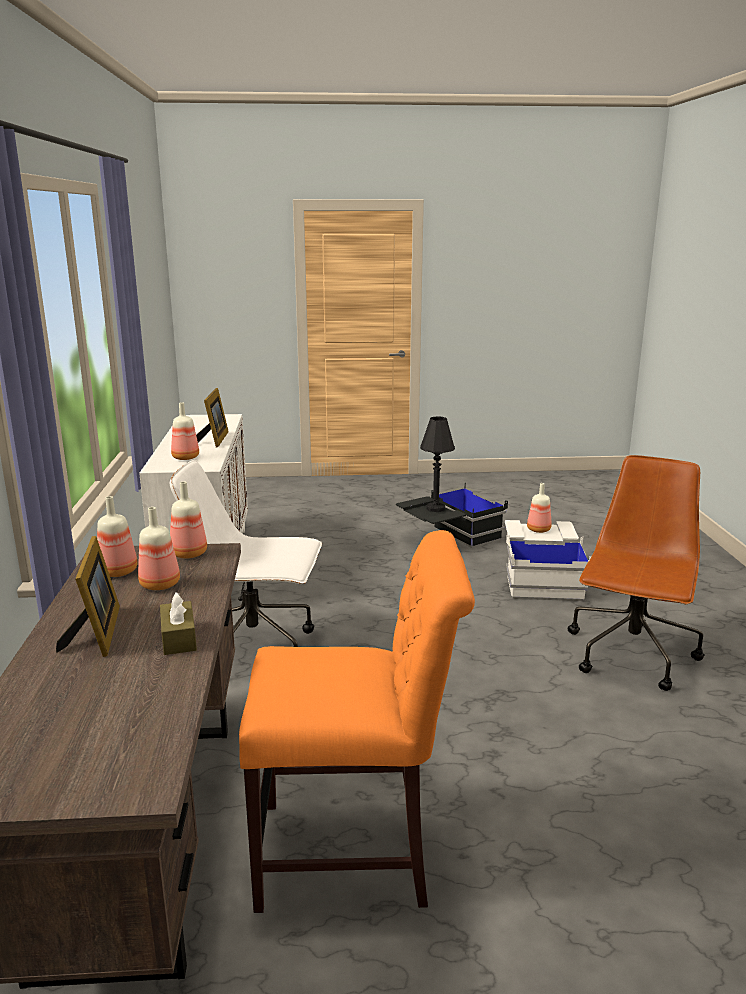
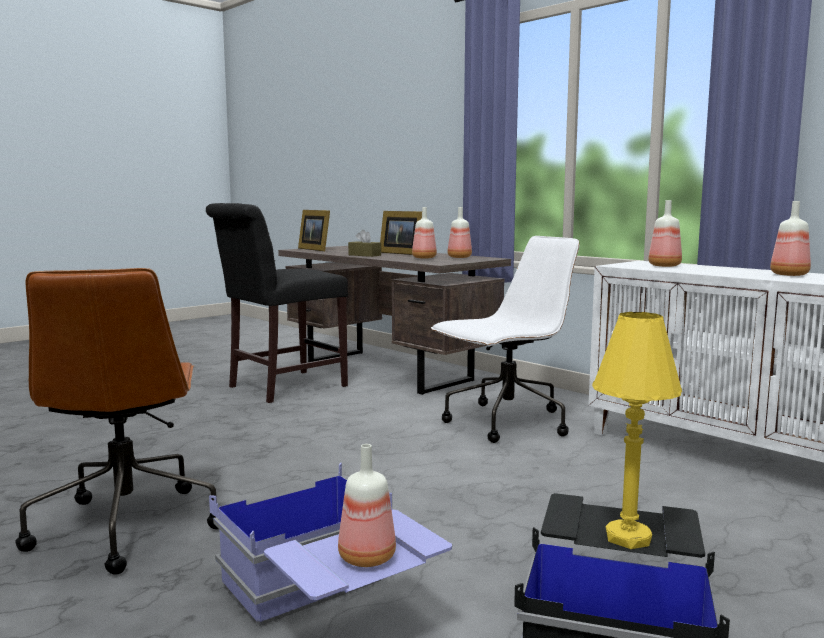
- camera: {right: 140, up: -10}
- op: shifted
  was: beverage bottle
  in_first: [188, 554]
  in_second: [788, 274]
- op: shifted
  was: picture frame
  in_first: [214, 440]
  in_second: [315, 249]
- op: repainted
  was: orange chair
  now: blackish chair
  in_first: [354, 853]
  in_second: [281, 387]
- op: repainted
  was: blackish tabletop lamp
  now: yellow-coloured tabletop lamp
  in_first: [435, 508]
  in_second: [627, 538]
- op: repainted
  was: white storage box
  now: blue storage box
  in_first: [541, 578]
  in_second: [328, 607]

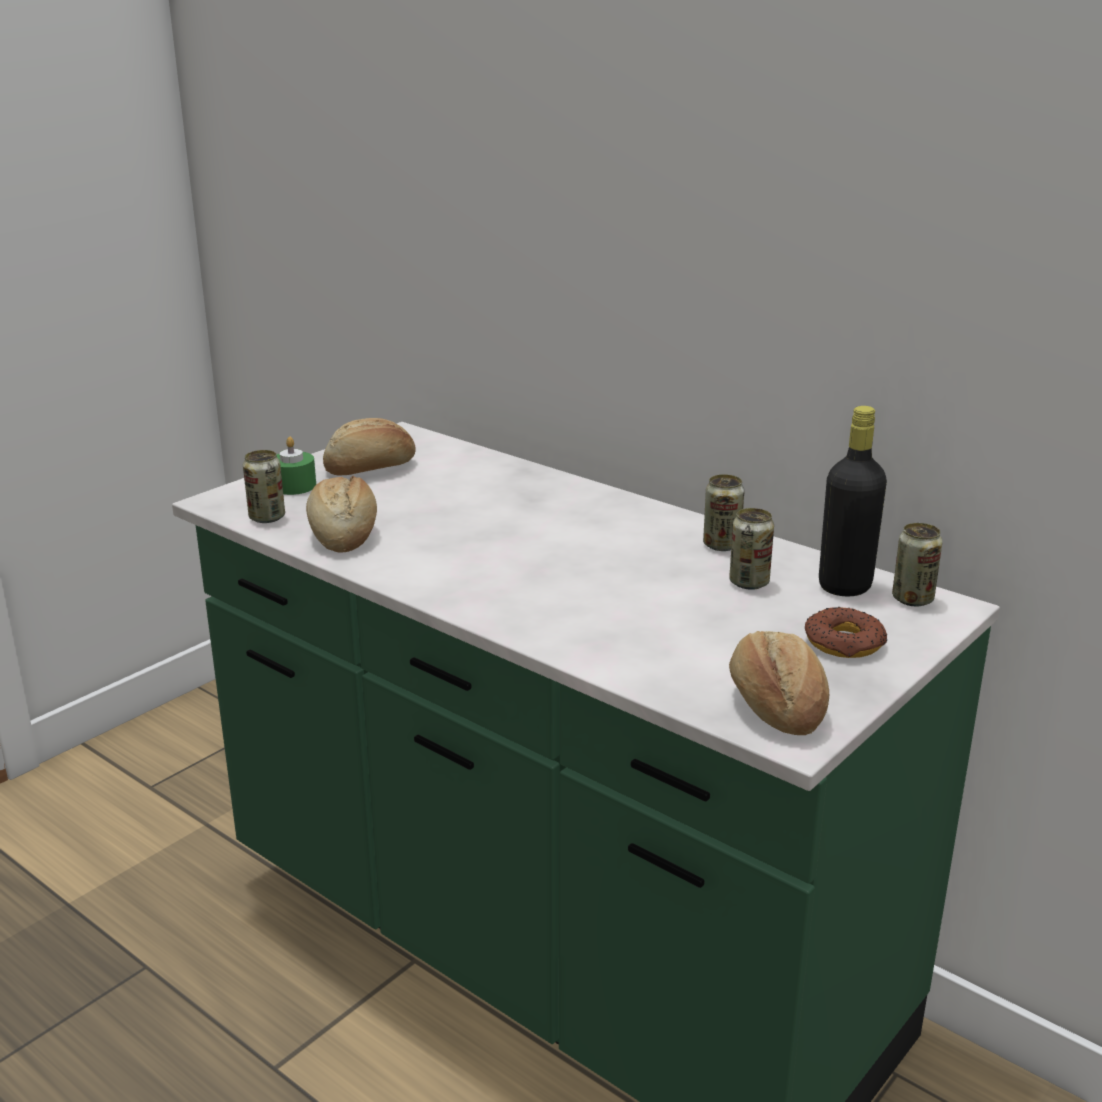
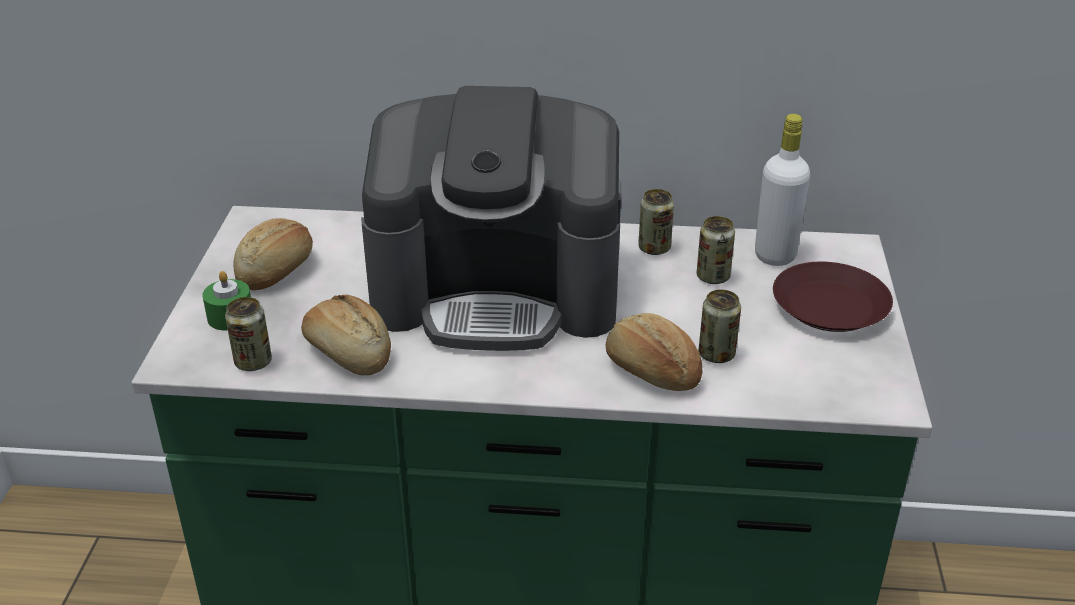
- camera: {right: -35, up: 10}
- op: shifted
  was: bakery bread
  in_first: [775, 707]
  in_second: [651, 372]
- op: swapped
  was: donut
  now: brownish flat dish
  in_first: [844, 642]
  in_second: [830, 306]
- op: repainted
  was: blackish beverage bottle
  now: white beverage bottle
  in_first: [844, 586]
  in_second: [775, 255]
- op: shifted
  was: metal can
  in_first: [912, 599]
  in_second: [716, 354]
- op: new
  now: coffee maker
  in_second: [498, 290]

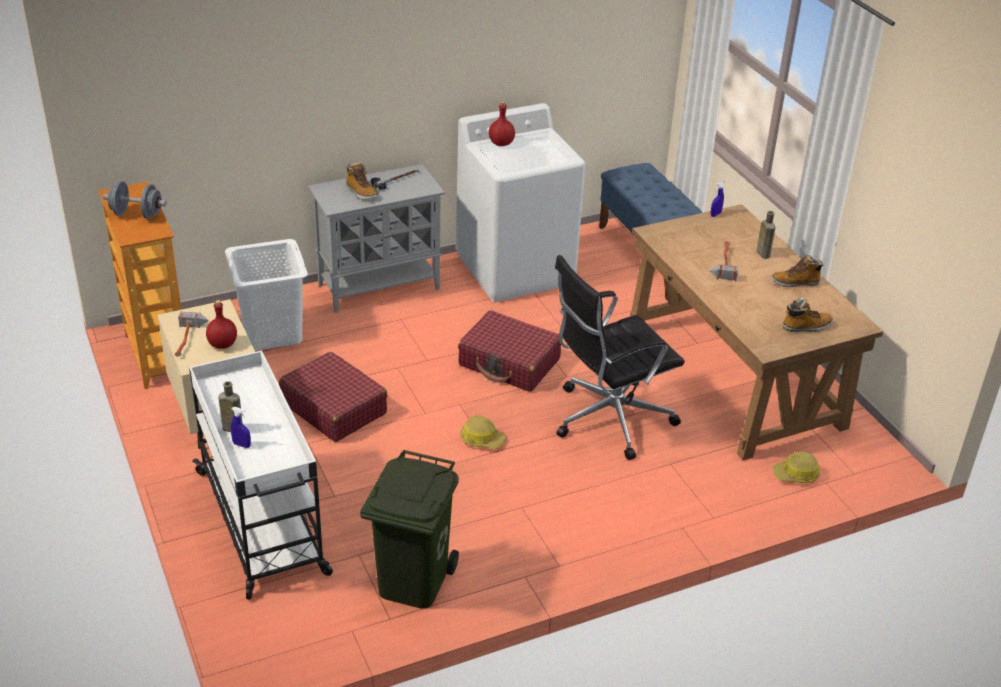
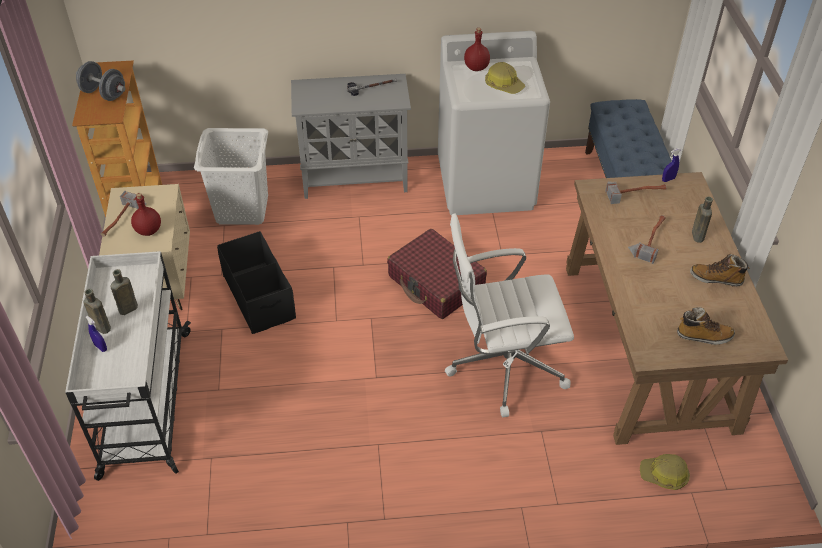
- camera: {right: 20, up: 10}
- op: swapped
  was: reddish travel case
  now: blackish storage box
  in_first: [333, 408]
  in_second: [259, 297]
- op: gone
  was: high-top boot
  in_first: [361, 192]
- op: gone
  was: green trash can
  in_first: [411, 581]
- op: shifted
  was: hard hat
  in_first: [482, 439]
  in_second: [503, 85]
- op: repainted
  was: blackish computer chair
  now: white computer chair
  in_first: [608, 418]
  in_second: [503, 365]
- op: new
  now: brownish beverage bottle
  in_second: [127, 309]
- op: new
  now: tool hammer
  in_second: [635, 192]

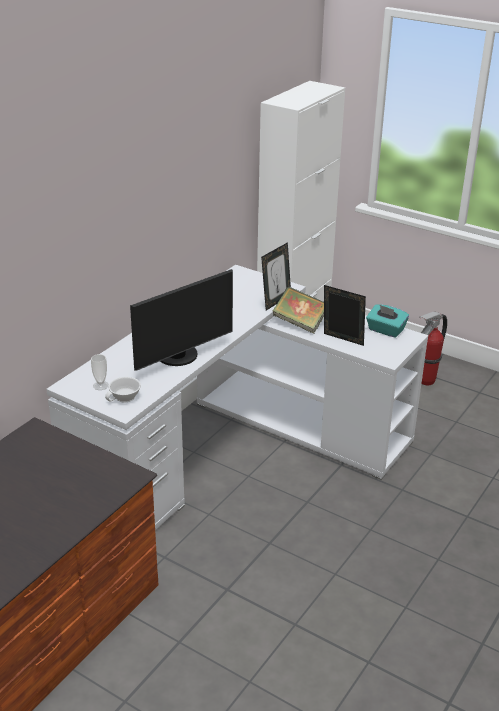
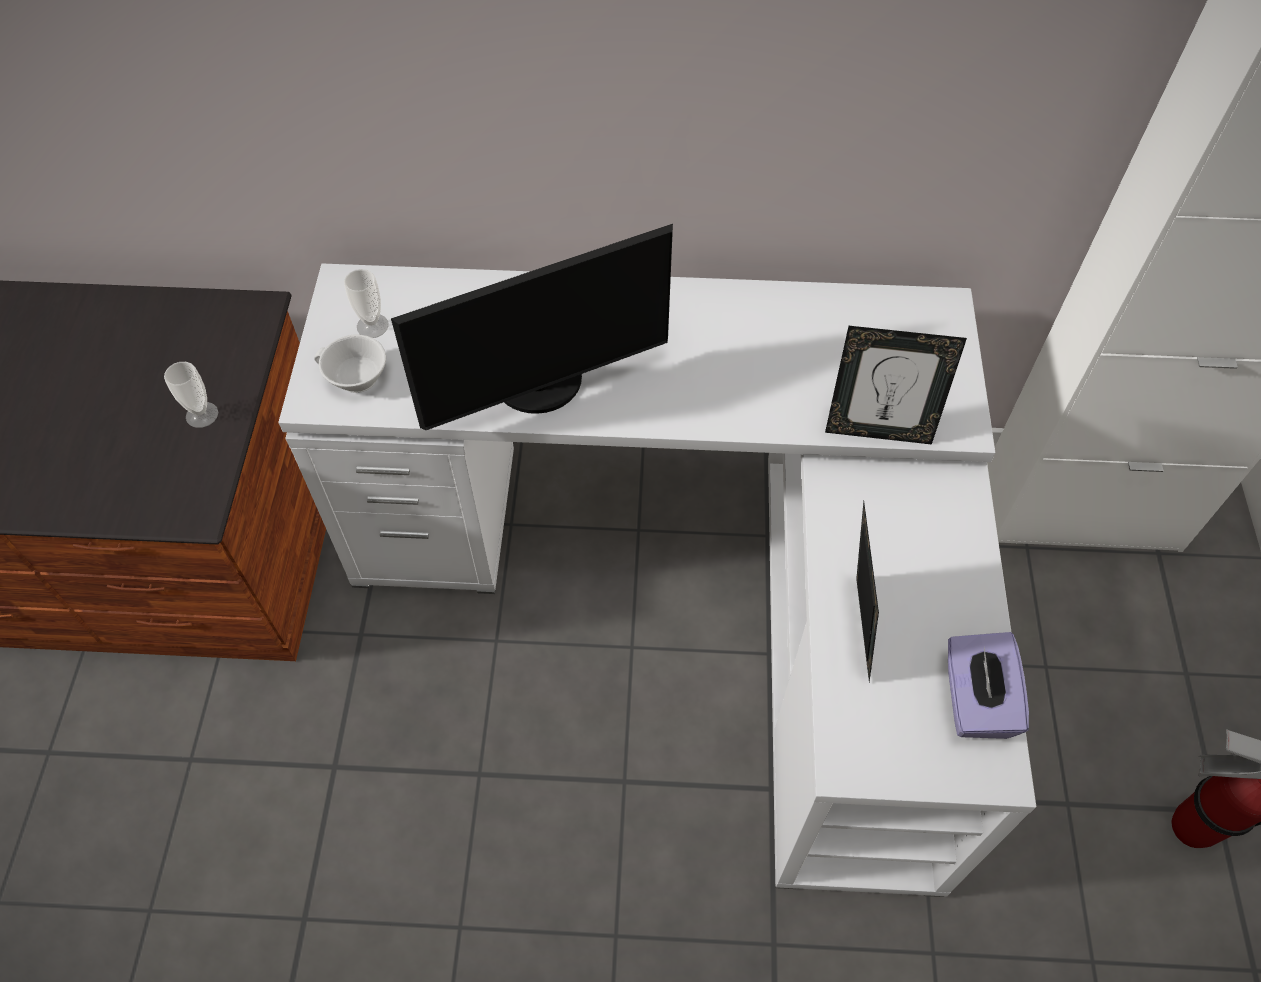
- camera: {right: 60, up: 25}
- op: rotated
  was: monitor
  in_first: [180, 357]
  in_second: [542, 385]
  clockwise: -45
- op: gone
  was: volume
  in_first: [300, 323]
- op: repainted
  was: turquoise-coloured tissue box
  now: purple tissue box
  in_first: [385, 330]
  in_second: [974, 700]
- op: new
  now: small cup
  in_second: [202, 415]

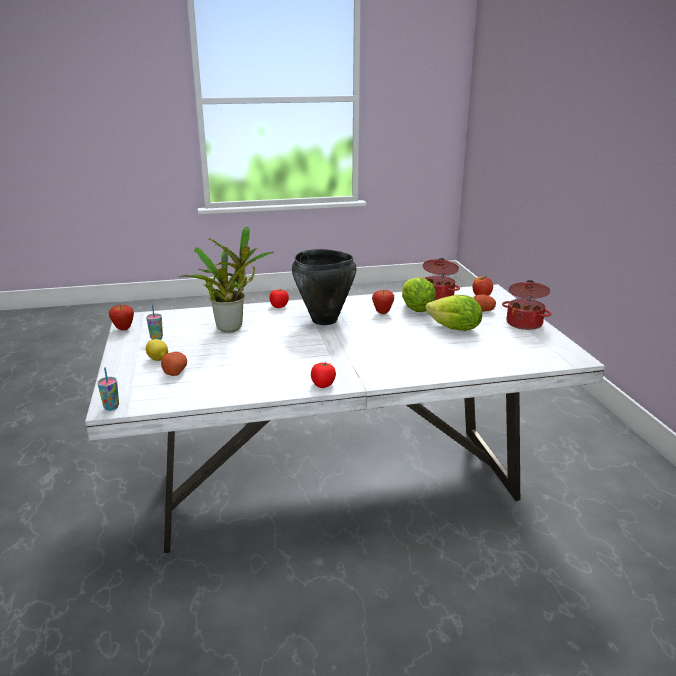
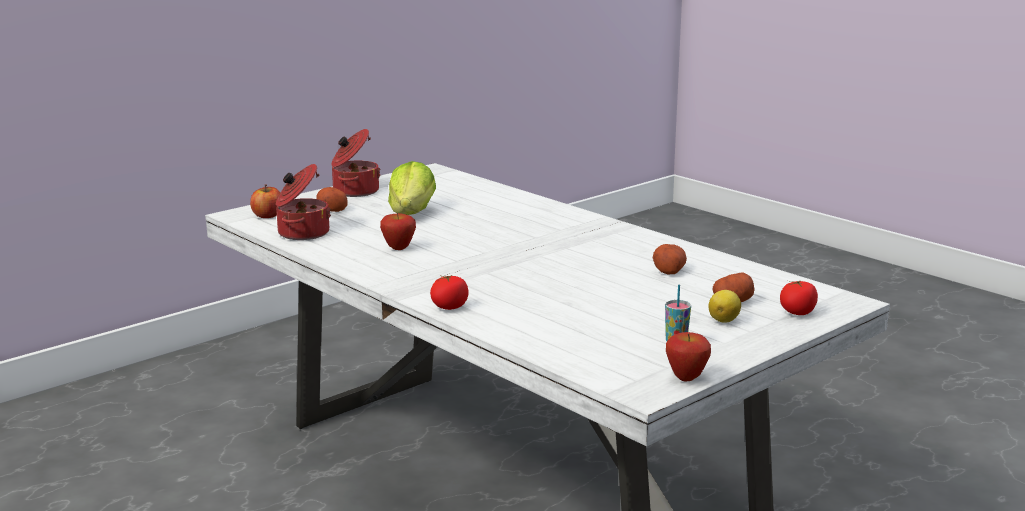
- camera: {right: -120, up: -5}
- op: gone
  was: small cup
  in_first: [111, 407]
- op: gone
  was: houseplant
  in_first: [232, 327]
- op: gone
  was: blackish cooking pot
  in_first: [324, 320]
- op: shifted
  was: fresh tomato
  in_first: [323, 384]
  in_second: [797, 313]
- op: gone
  was: lettuce
  in_first: [416, 309]
- op: new
  now: whole potato
  in_second: [669, 270]

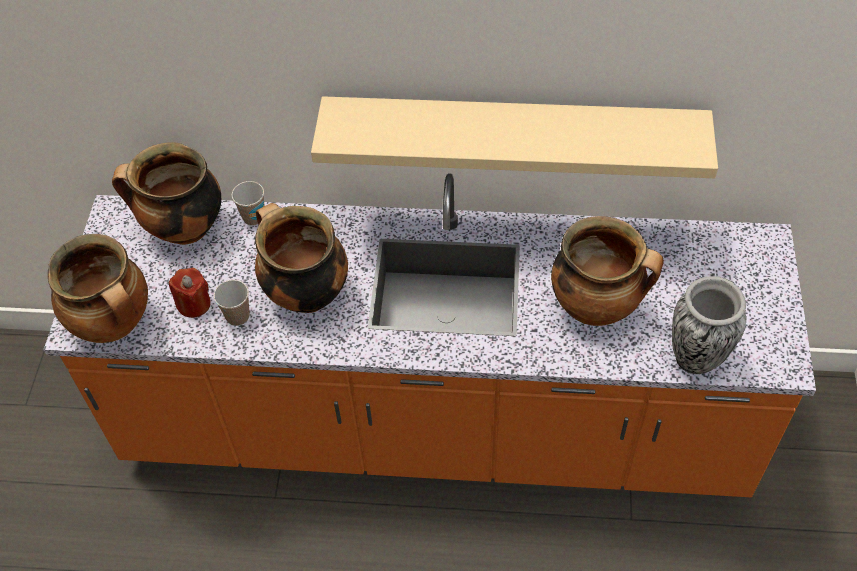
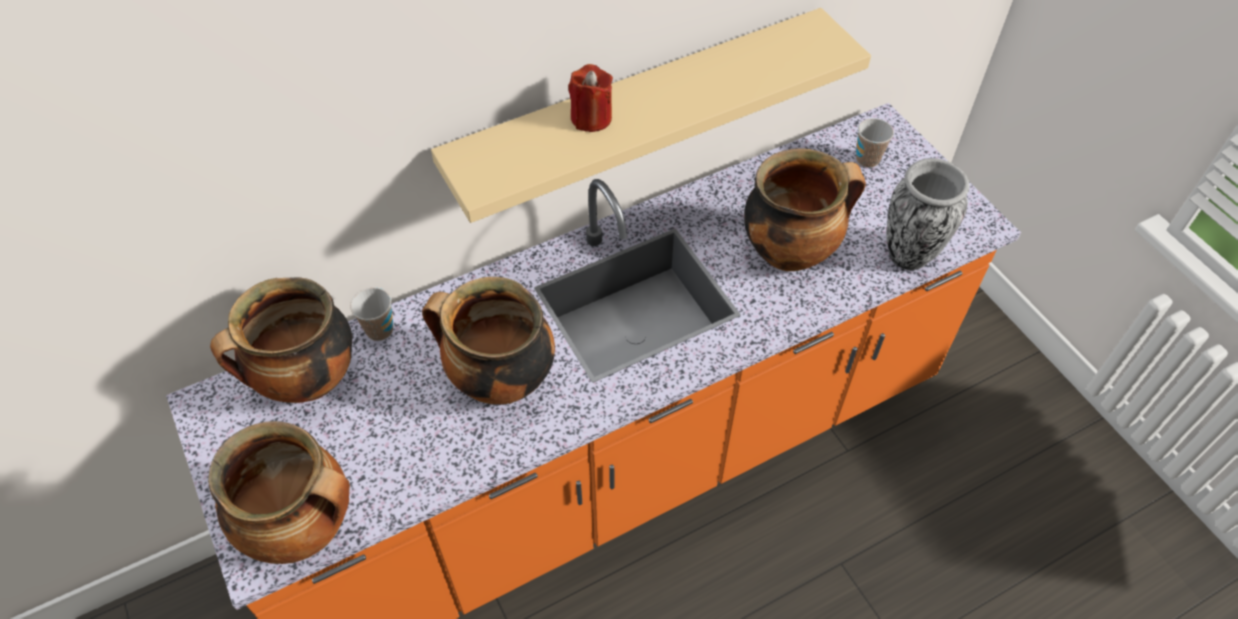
- camera: {right: -35, up: 0}
- op: shifted
  was: reddish candle
  in_first: [194, 304]
  in_second: [591, 118]
- op: shifted
  was: small cup
  in_first: [238, 316]
  in_second: [867, 159]

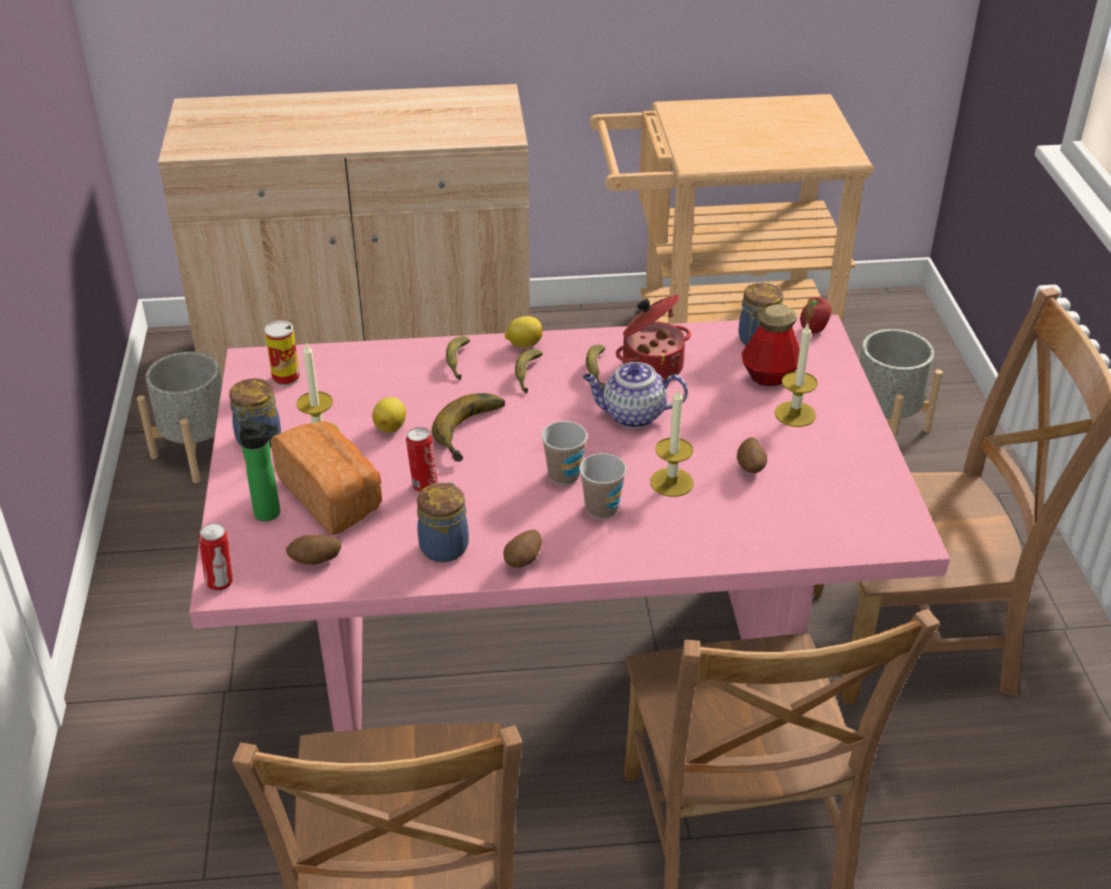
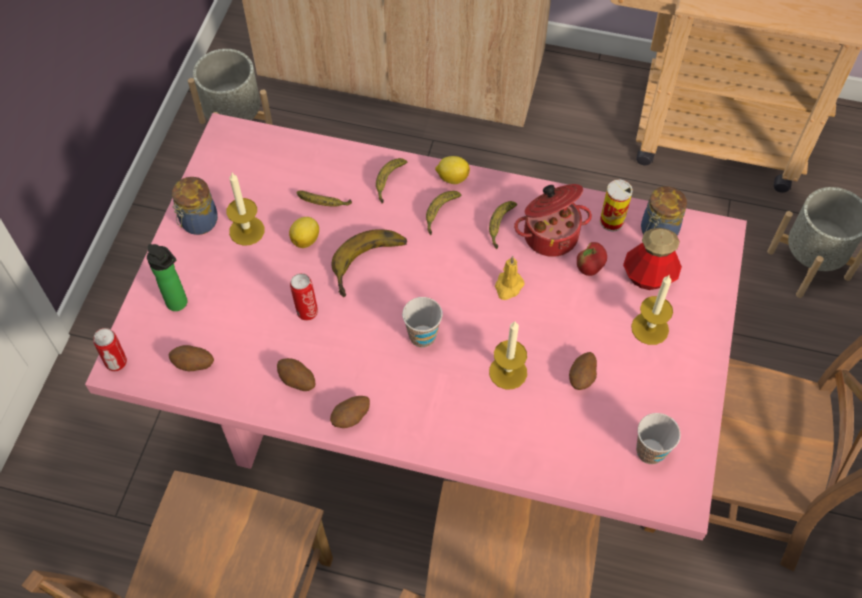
- camera: {right: 20, up: 20}
- op: shifted
  was: metal can
  in_first: [286, 378]
  in_second: [611, 221]
- op: gone
  was: bakery bread
  in_first: [333, 496]
- op: swapped
  was: storage jar
  now: whole potato
  in_first: [445, 546]
  in_second: [297, 381]
- op: shifted
  was: small cup
  in_first: [601, 509]
  in_second: [650, 451]
- op: swapped
  was: tea pot
  now: yellow-coloured candle
  in_first: [632, 415]
  in_second: [508, 287]
- op: shifted
  was: whole apple
  in_first: [813, 329]
  in_second: [589, 268]
- op: new
  now: banana
  in_second: [323, 204]

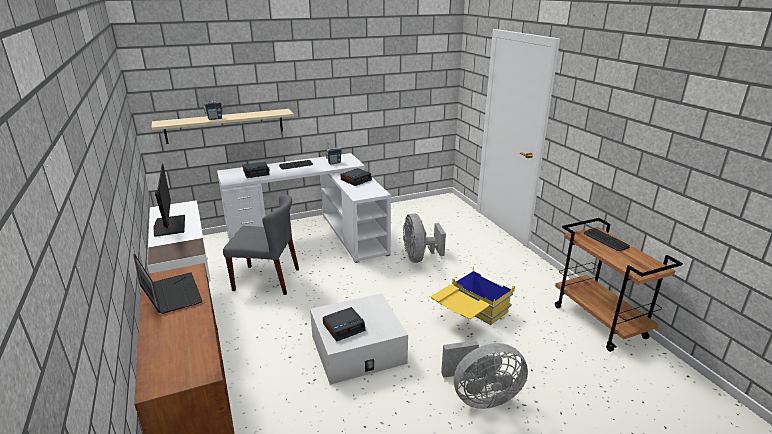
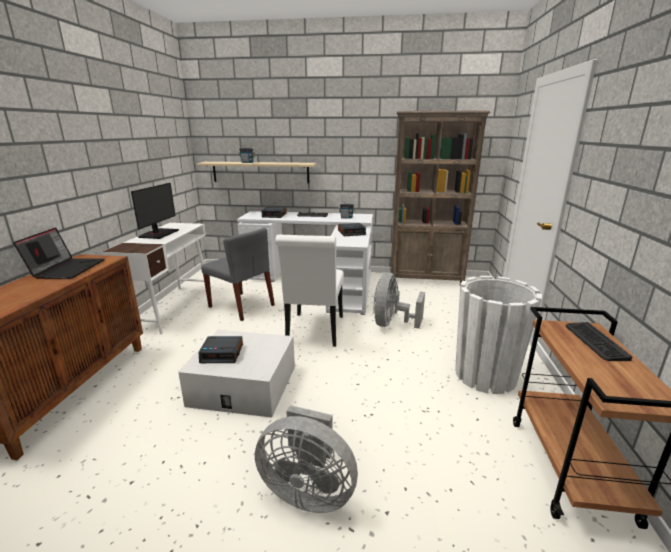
- camera: {right: 30, up: -5}
- op: gone
  was: yellow-coloured storage box
  in_first: [469, 316]
- op: new
  now: white chair
  in_second: [314, 332]
- op: new
  now: brownish shelving unit
  in_second: [426, 279]
- op: new
  now: white planter
  in_second: [485, 375]

